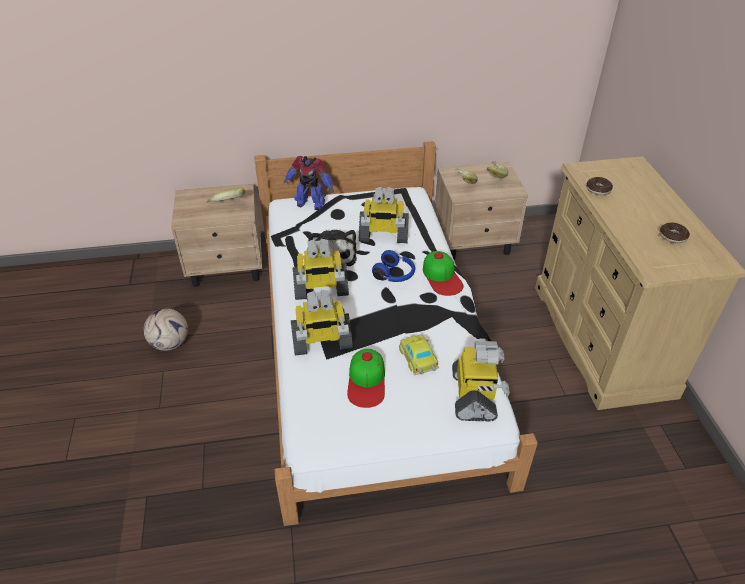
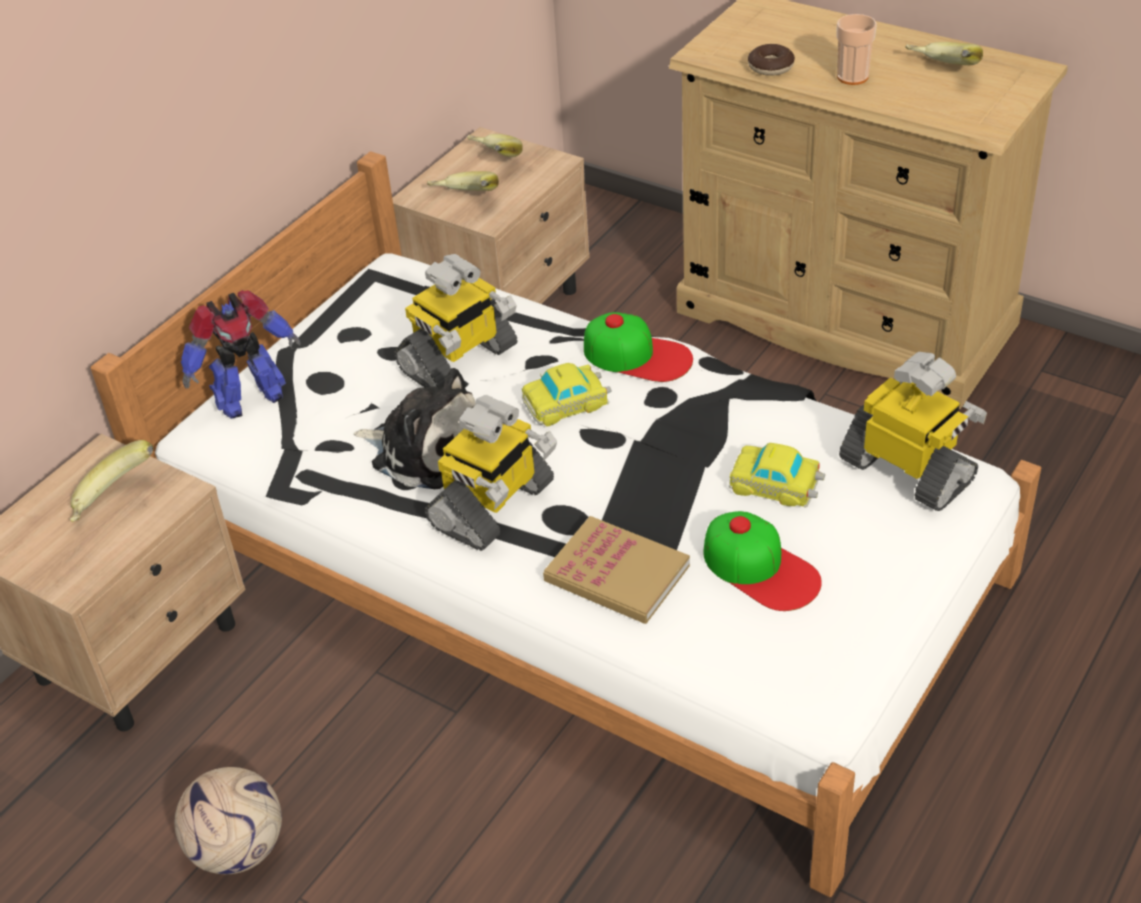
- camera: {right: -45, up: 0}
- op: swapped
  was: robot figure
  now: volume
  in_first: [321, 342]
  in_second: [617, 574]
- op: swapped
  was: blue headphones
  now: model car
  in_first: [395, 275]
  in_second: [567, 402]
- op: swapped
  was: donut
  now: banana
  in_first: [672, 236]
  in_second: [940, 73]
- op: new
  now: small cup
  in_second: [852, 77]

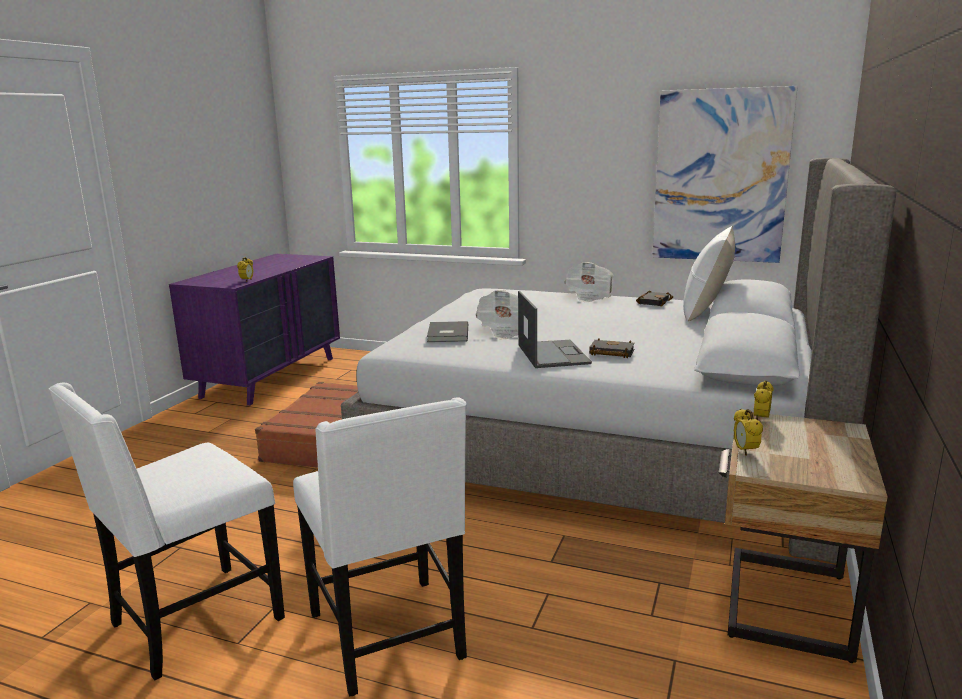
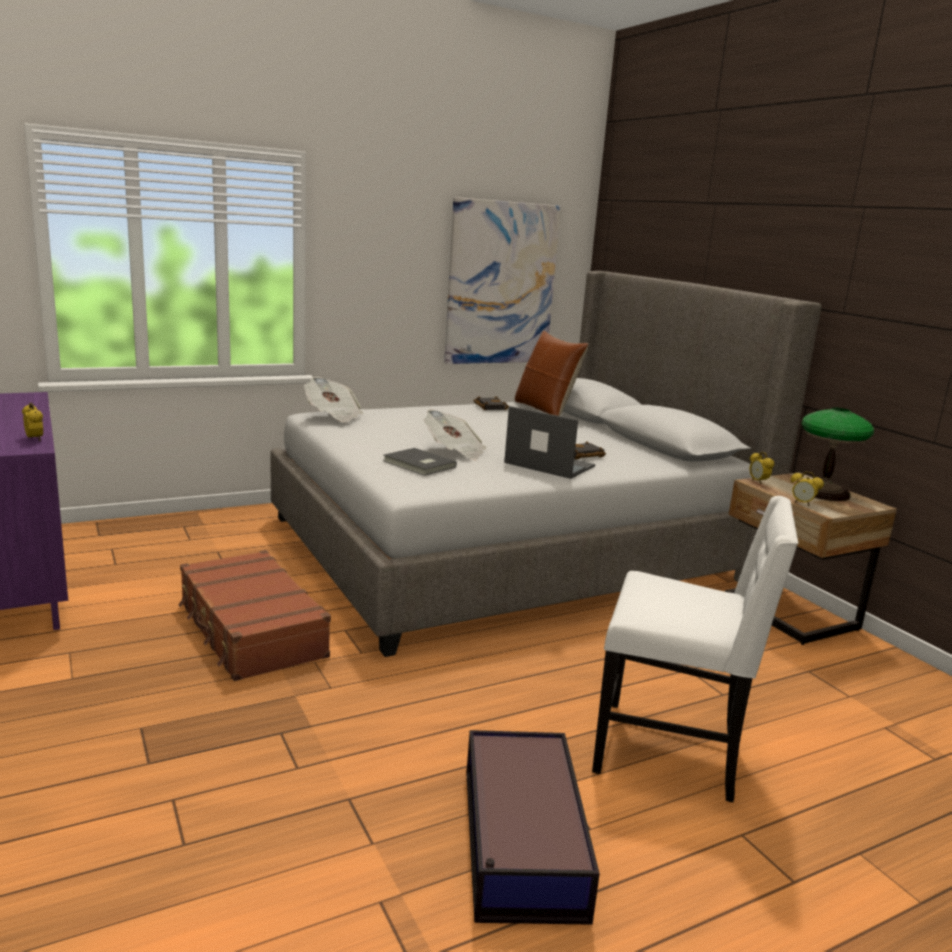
- camera: {right: -50, up: 0}
- op: swapped
  was: white chair
  now: storage box
  in_first: [193, 622]
  in_second: [521, 842]
- op: shifted
  was: daily paper
  in_first: [588, 296]
  in_second: [333, 415]
- op: repainted
  was: white pillow
  now: brownish pillow
  in_first: [706, 311]
  in_second: [545, 410]
- op: new
  now: tabletop lamp
  in_second: [824, 492]

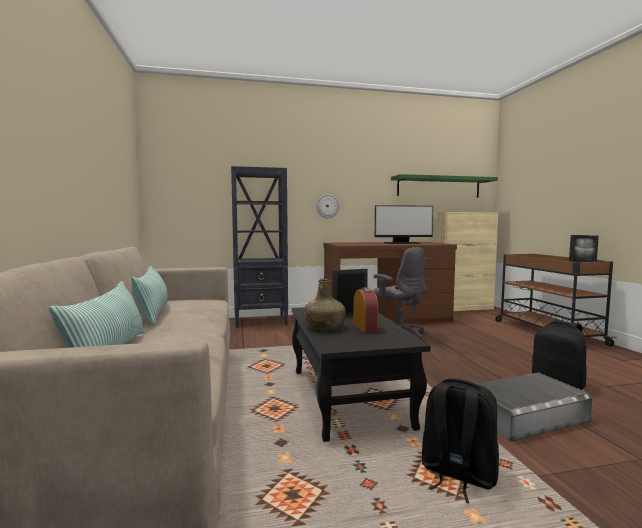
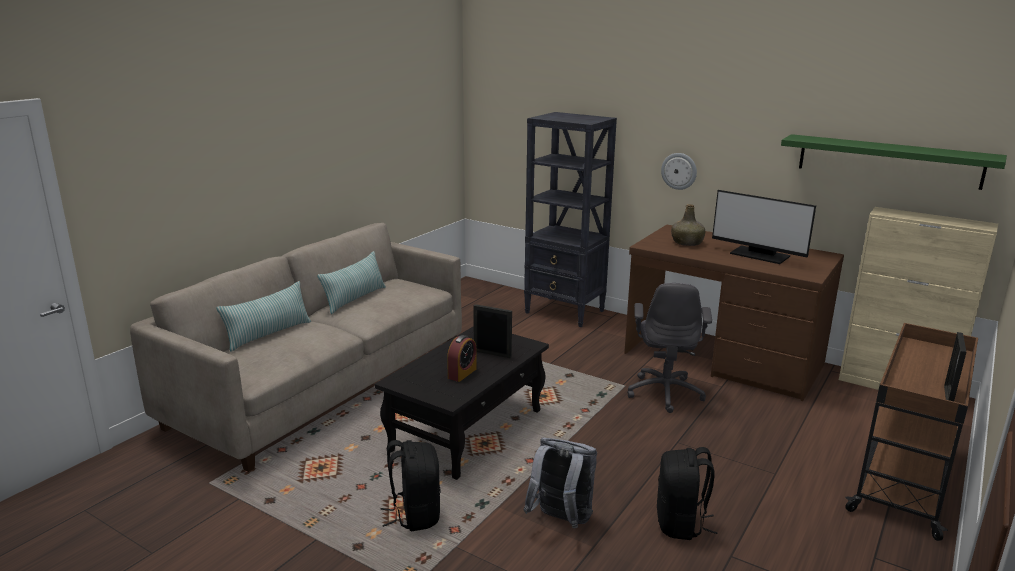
- camera: {right: 45, up: 15}
- op: shifted
  was: green beverage bottle
  in_first: [324, 327]
  in_second: [687, 243]
- op: swapped
  was: gray storage box
  now: gray backpack
  in_first: [525, 415]
  in_second: [561, 520]

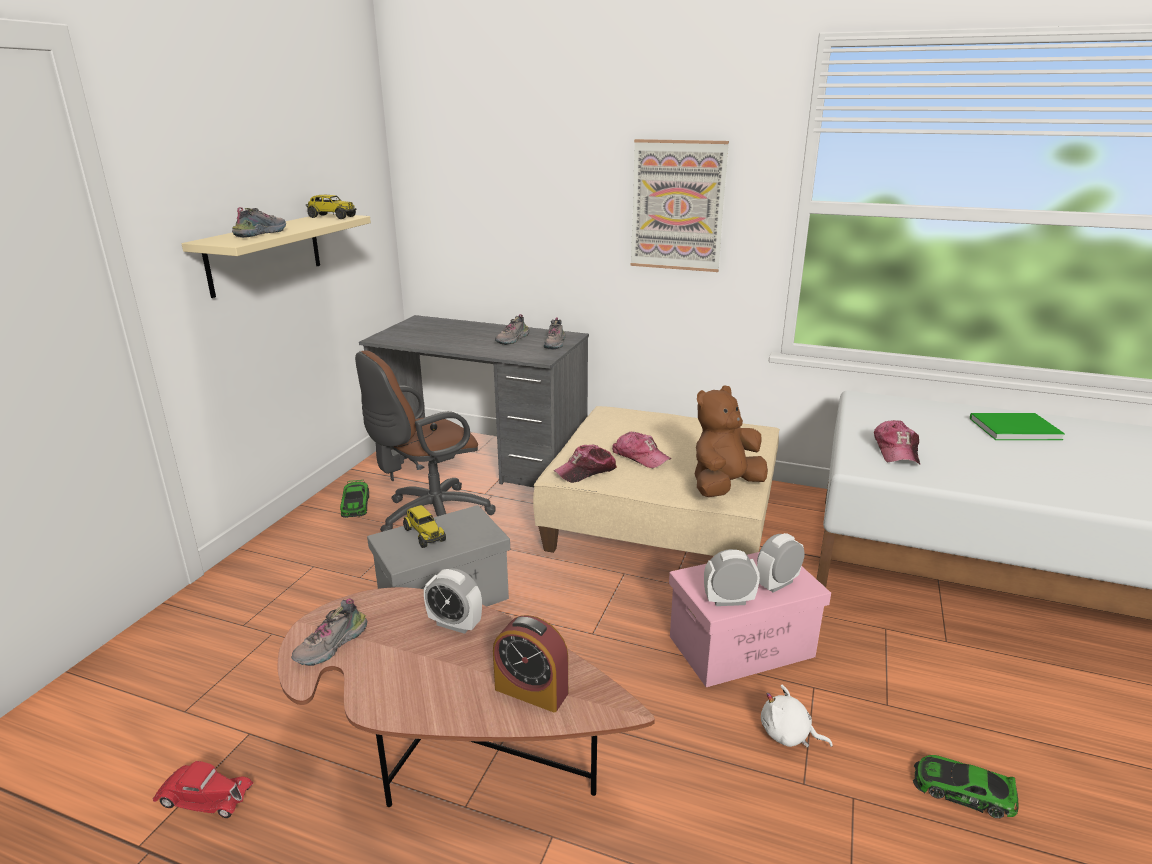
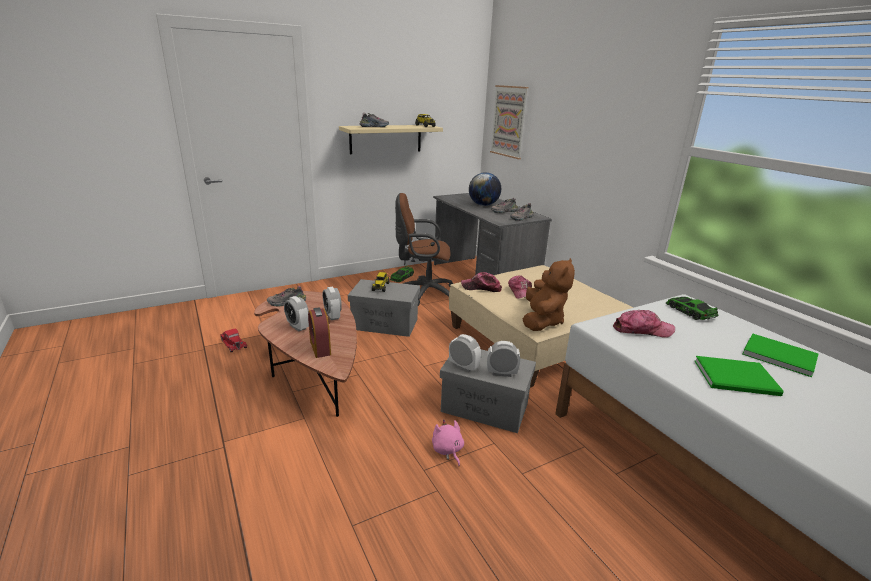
- camera: {right: 40, up: 0}
- op: shifted
  was: wall art
  in_first: [677, 206]
  in_second: [509, 121]
- op: repainted
  was: pink storage box
  now: gray storage box
  in_first: [740, 647]
  in_second: [483, 407]
- op: rotated
  was: brownish soft toy
  in_first: [724, 487]
  in_second: [542, 321]
  clockwise: 105
- op: repainted
  was: white soft toy
  now: pink soft toy
  in_first: [788, 735]
  in_second: [447, 450]
- op: rotated
  was: baseball cap
  in_first: [896, 451]
  in_second: [642, 330]
  clockwise: -135
- op: shifted
  was: model car
  in_first: [962, 791]
  in_second: [689, 311]
- op: new
  now: bedside clock
  in_second: [298, 327]
- op: new
  now: desk globe
  in_second: [483, 205]
- op: new
  now: green volume
  in_second: [738, 379]

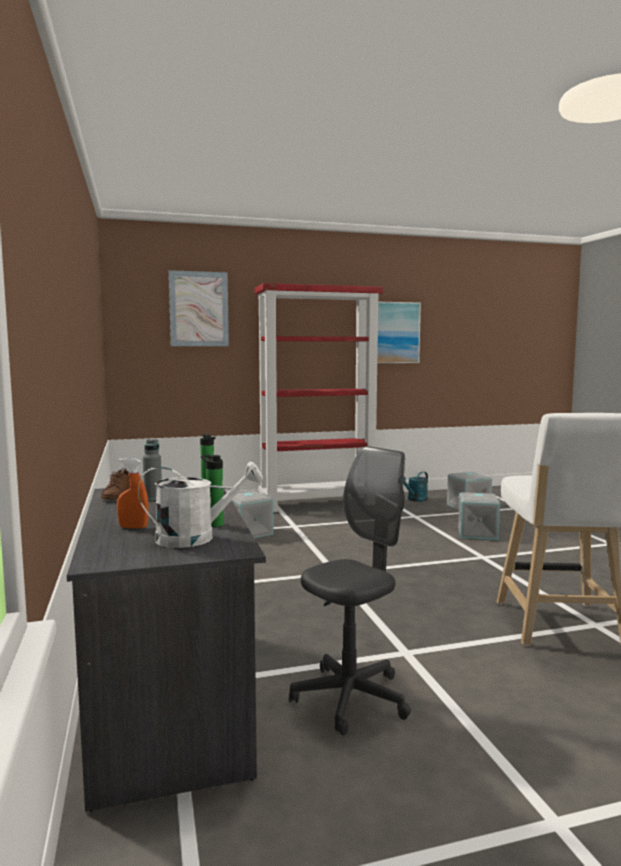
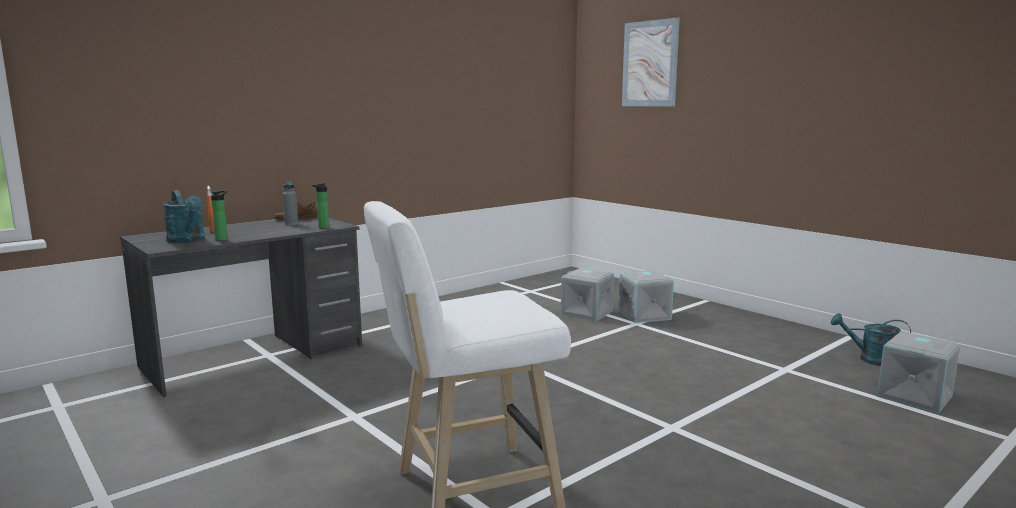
- camera: {right: 65, up: 5}
- op: repainted
  was: white watering can
  now: turquoise-coloured watering can
  in_first: [196, 538]
  in_second: [188, 241]
- op: gone
  was: reddish shelving unit
  in_first: [318, 503]
- op: gone
  was: gray computer chair
  in_first: [350, 698]
- op: gone
  was: wall art
  in_first: [396, 332]
- op: shifted
  was: gray storage box
  in_first: [477, 533]
  in_second: [645, 315]

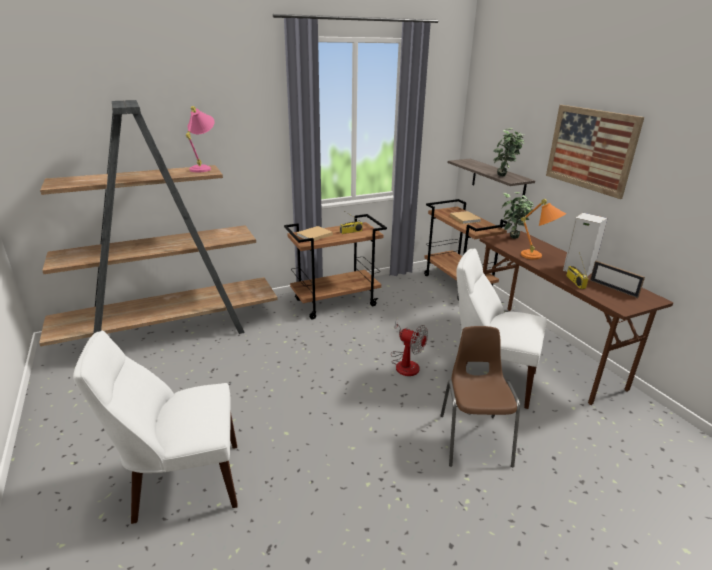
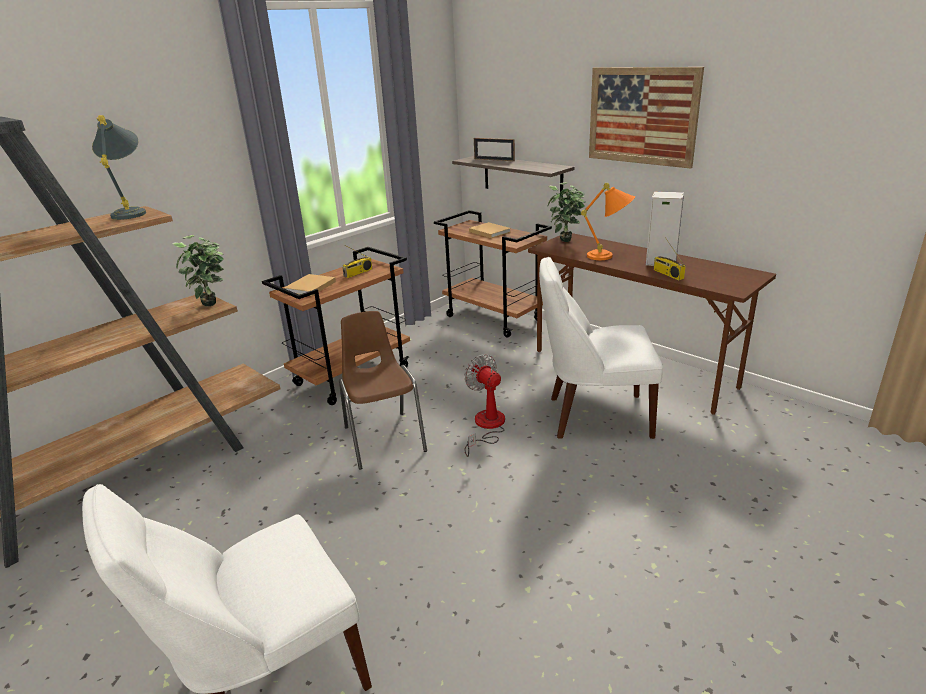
- camera: {right: -20, up: 0}
- op: repainted
  was: pink tabletop lamp
  now: gray tabletop lamp
  in_first: [204, 168]
  in_second: [132, 212]
- op: rotated
  was: cooling fan
  in_first: [405, 363]
  in_second: [486, 426]
  clockwise: -135
- op: shifted
  was: brownish chair
  in_first: [474, 439]
  in_second: [383, 438]
- op: shifted
  was: houseplant
  in_first: [504, 177]
  in_second: [212, 307]
- op: shifted
  was: picture frame
  in_first: [613, 288]
  in_second: [494, 160]

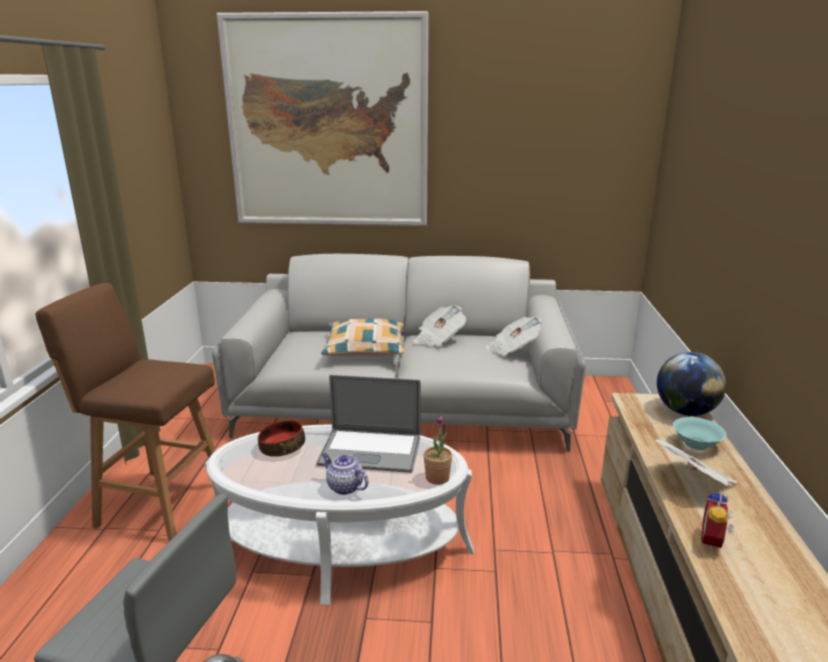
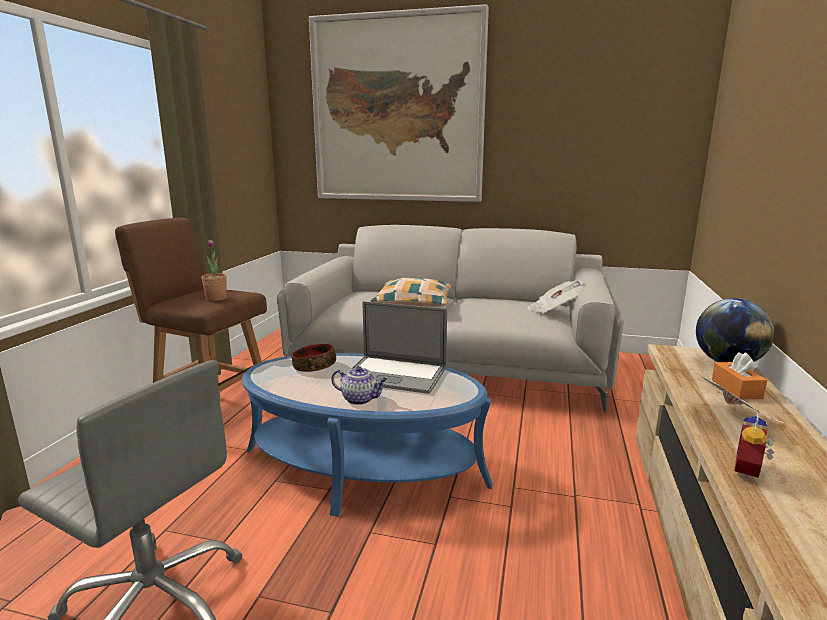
- camera: {right: 10, up: -5}
- op: repainted
  was: white low table
  now: blue low table
  in_first: [340, 544]
  in_second: [363, 467]
- op: rotated
  was: tea pot
  in_first: [344, 487]
  in_second: [360, 399]
  clockwise: 150
- op: gone
  was: daily paper
  in_first: [438, 339]
- op: shifted
  was: houseplant
  in_first: [437, 478]
  in_second: [216, 298]
- op: swapped
  was: turquoise-coloured serving bowl
  now: orange tissue box
  in_first: [695, 444]
  in_second: [736, 389]

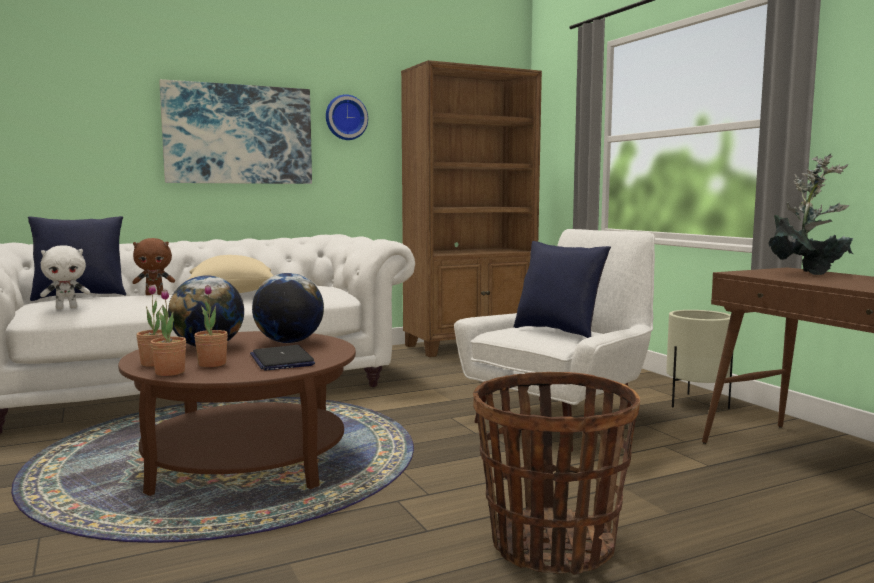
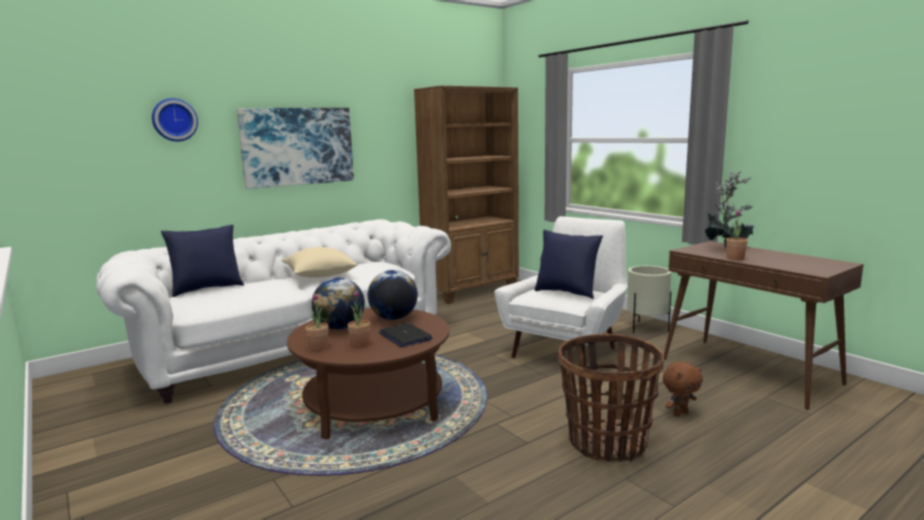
- camera: {right: -10, up: 5}
- op: gone
  was: white soft toy
  in_first: [67, 308]
- op: shifted
  was: brownish soft toy
  in_first: [155, 294]
  in_second: [680, 413]
- op: shifted
  was: houseplant
  in_first: [170, 372]
  in_second: [735, 258]
- op: shifted
  was: wall clock
  in_first: [345, 117]
  in_second: [174, 120]

